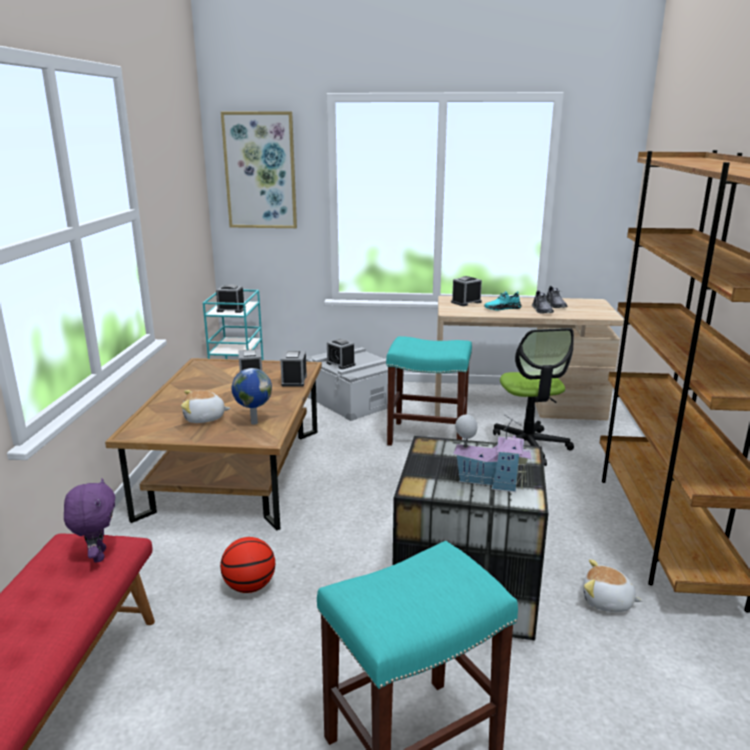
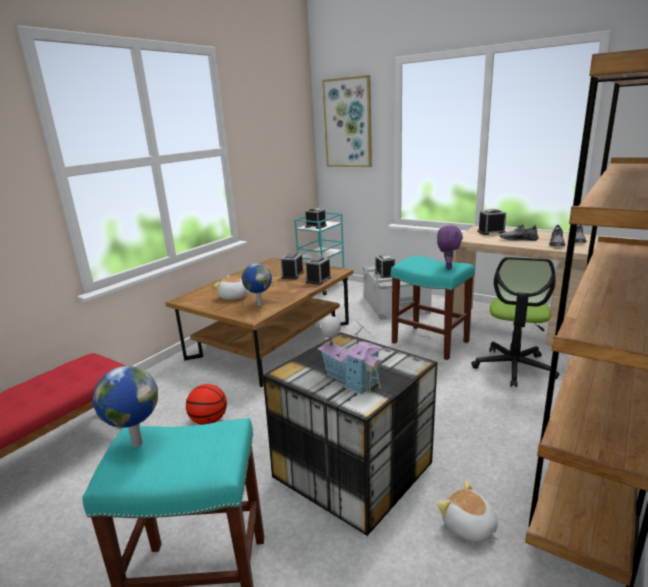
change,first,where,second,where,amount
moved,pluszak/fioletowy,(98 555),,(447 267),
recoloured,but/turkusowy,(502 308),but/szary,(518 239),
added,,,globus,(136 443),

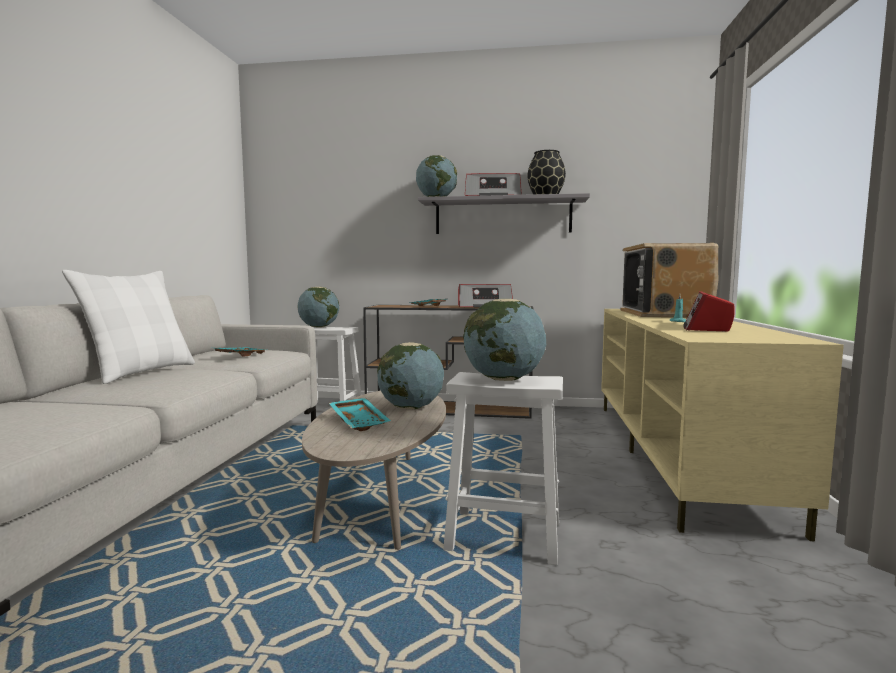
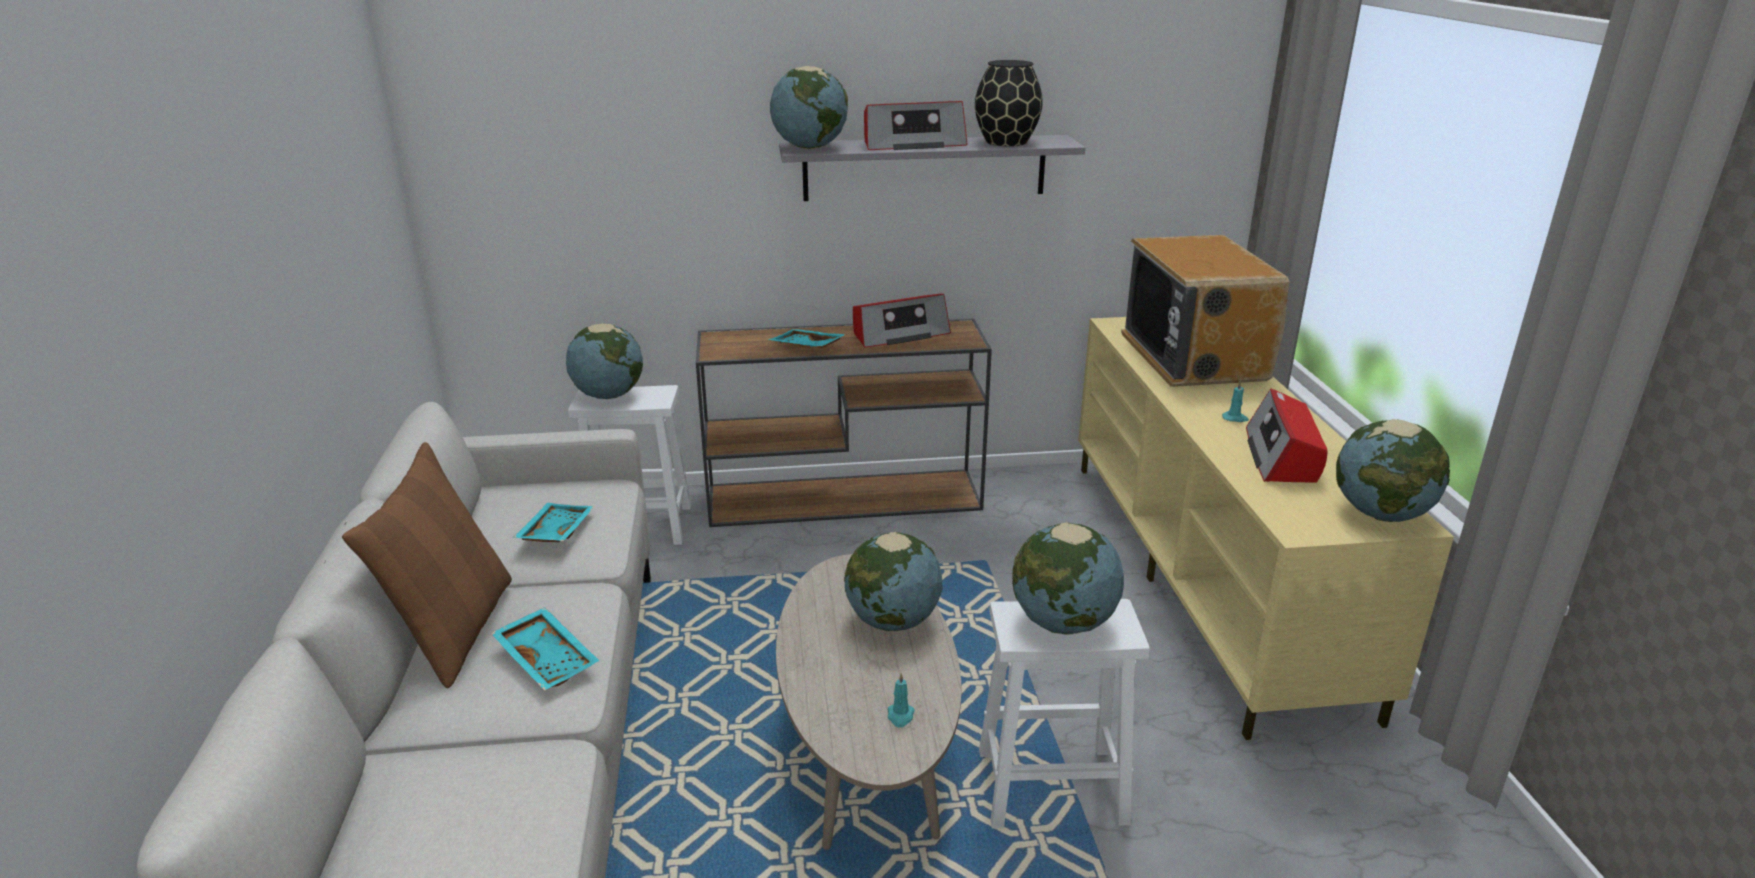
change,first,where,second,where,amount
recoloured,poduszka/biały,(140 372),poduszka/brązowy,(455 630),
moved,taca/turkusowy,(360 422),,(548 658),
added,,,świeca/turkusowy,(900 716),
added,,,globus,(1381 514),

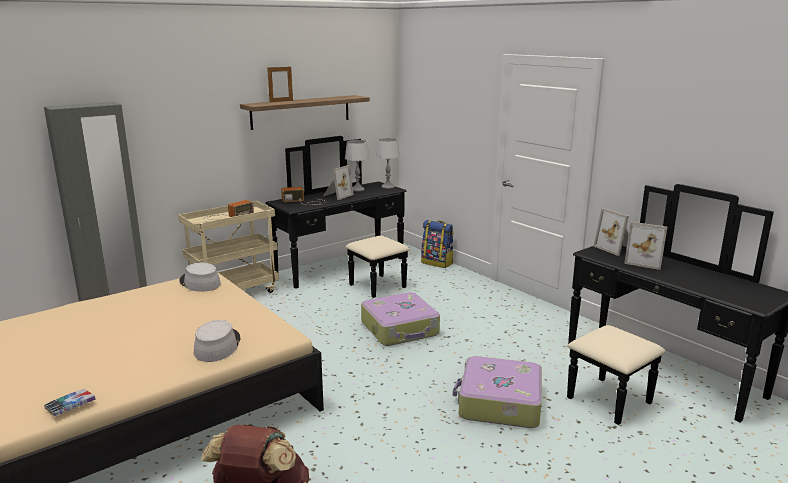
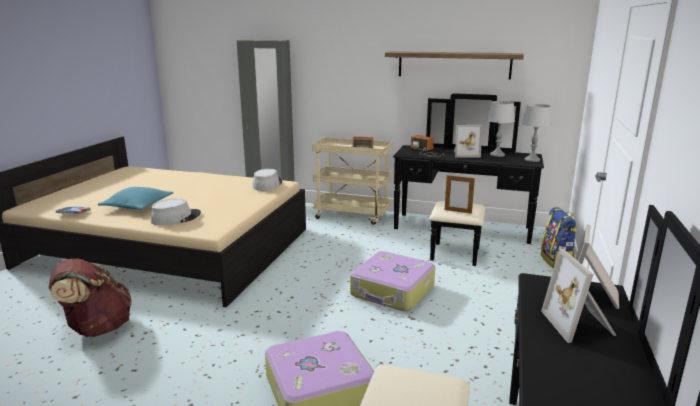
change,first,where,second,where,amount
moved,ramka na zdjęcie,(281 101),,(458 211),
added,,,poduszka/turkusowy,(138 206),

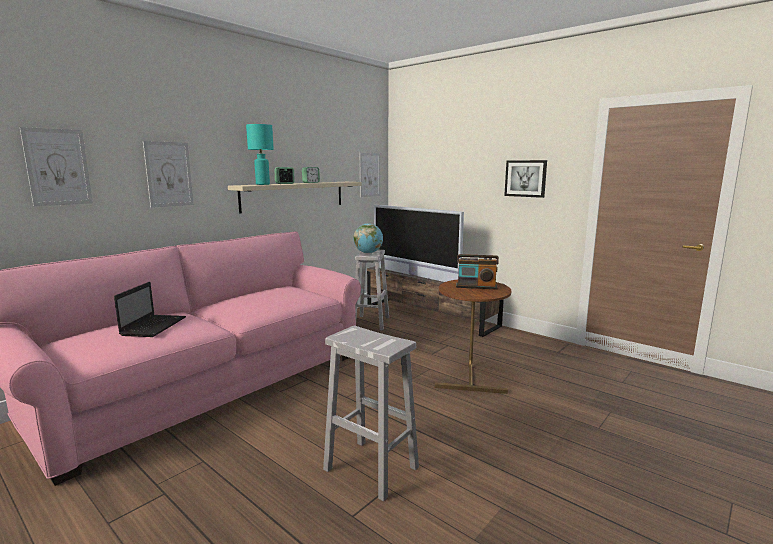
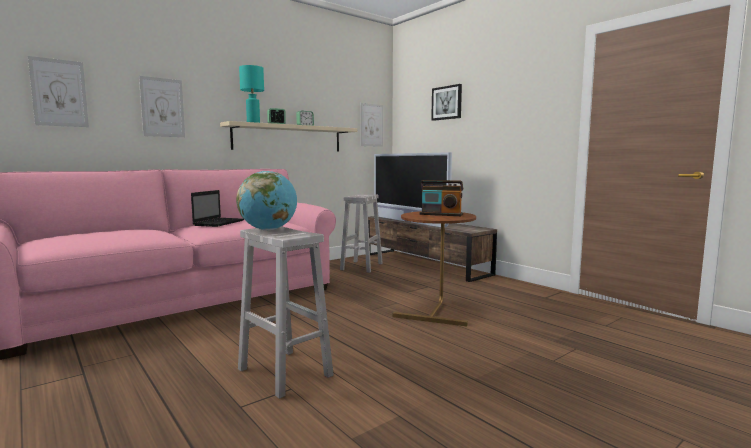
change,first,where,second,where,amount
moved,laptop,(154 326),,(219 223),
moved,globus,(368 253),,(268 230),
moved,obraz,(525 178),,(447 103),

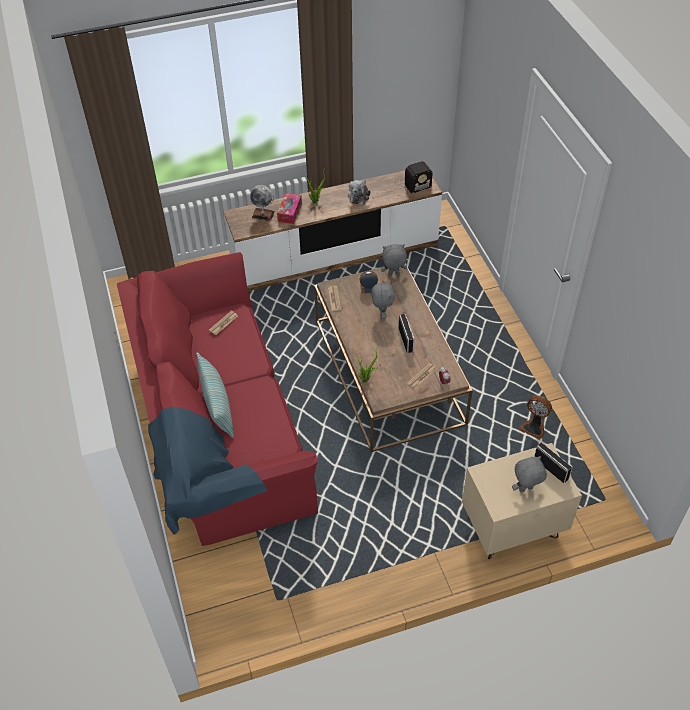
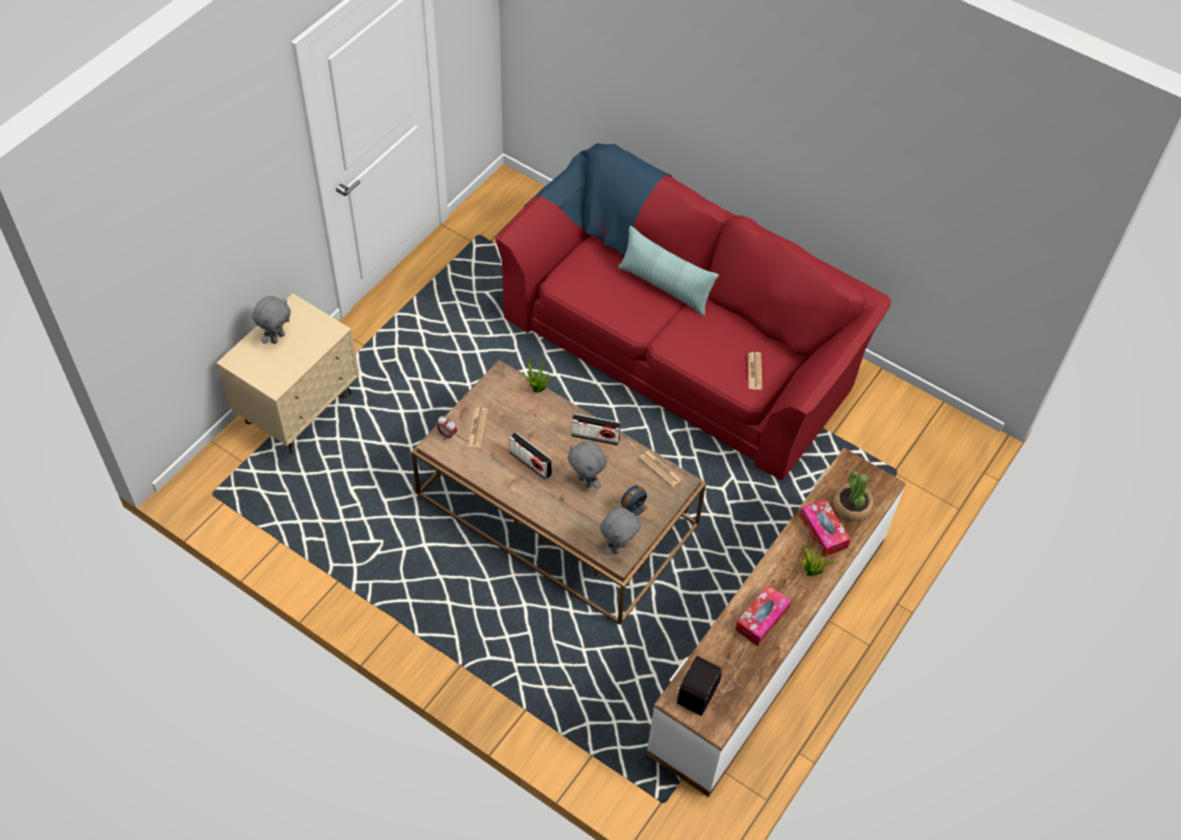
change,first,where,second,where,amount
replaced,globus,(263 214),roślina doniczkowa,(851 507),
replaced,pluszak,(359 196),pudełko chusteczek,(762 619),
removed,wentylator,(534 427),,,
moved,radio,(551 468),,(595 437),

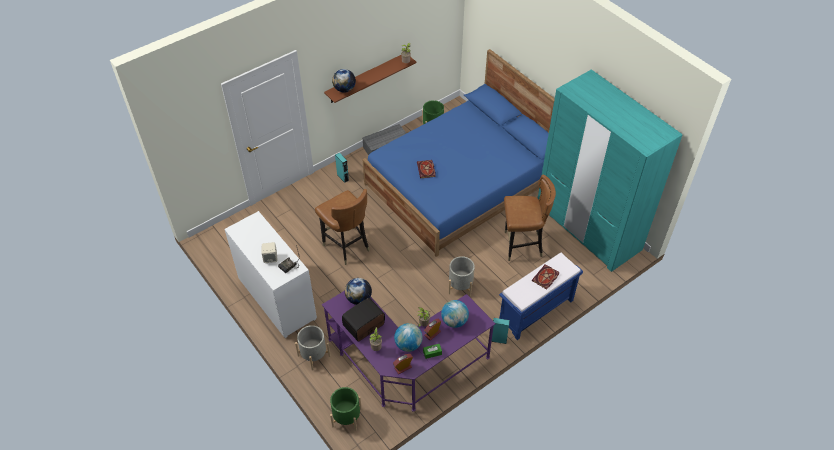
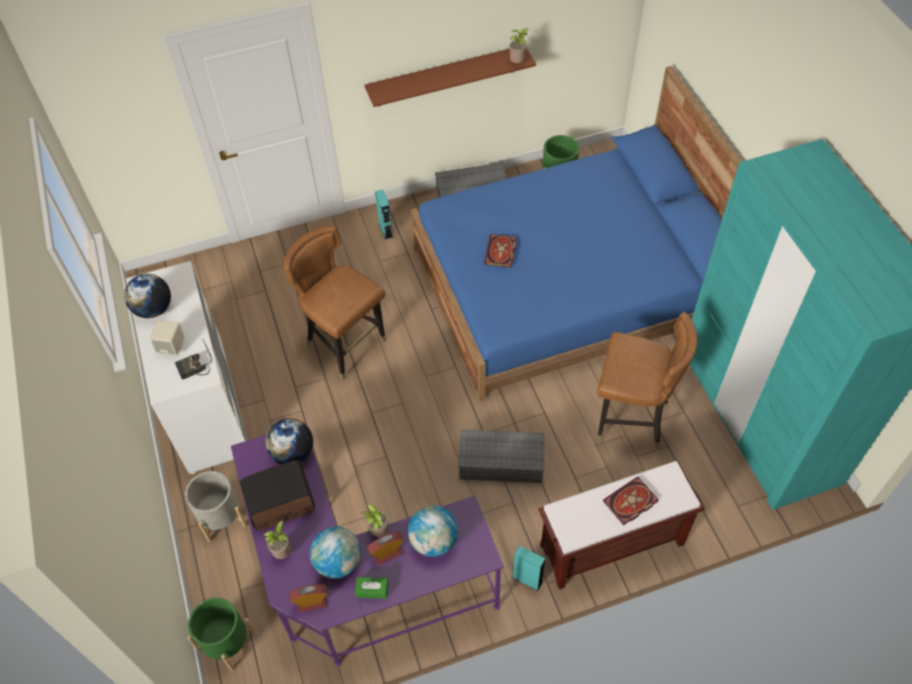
change,first,where,second,where,amount
turned,krzesło/brązowy,(346 246),,(346 345),150 degrees clockwise
moved,globus,(344 89),,(154 309),
replaced,donica/szary,(460 286),pojemnik do przechowywania/szary,(500 463),
recoloured,ławka/niebieski,(535 311),ławka/brązowy,(610 546),

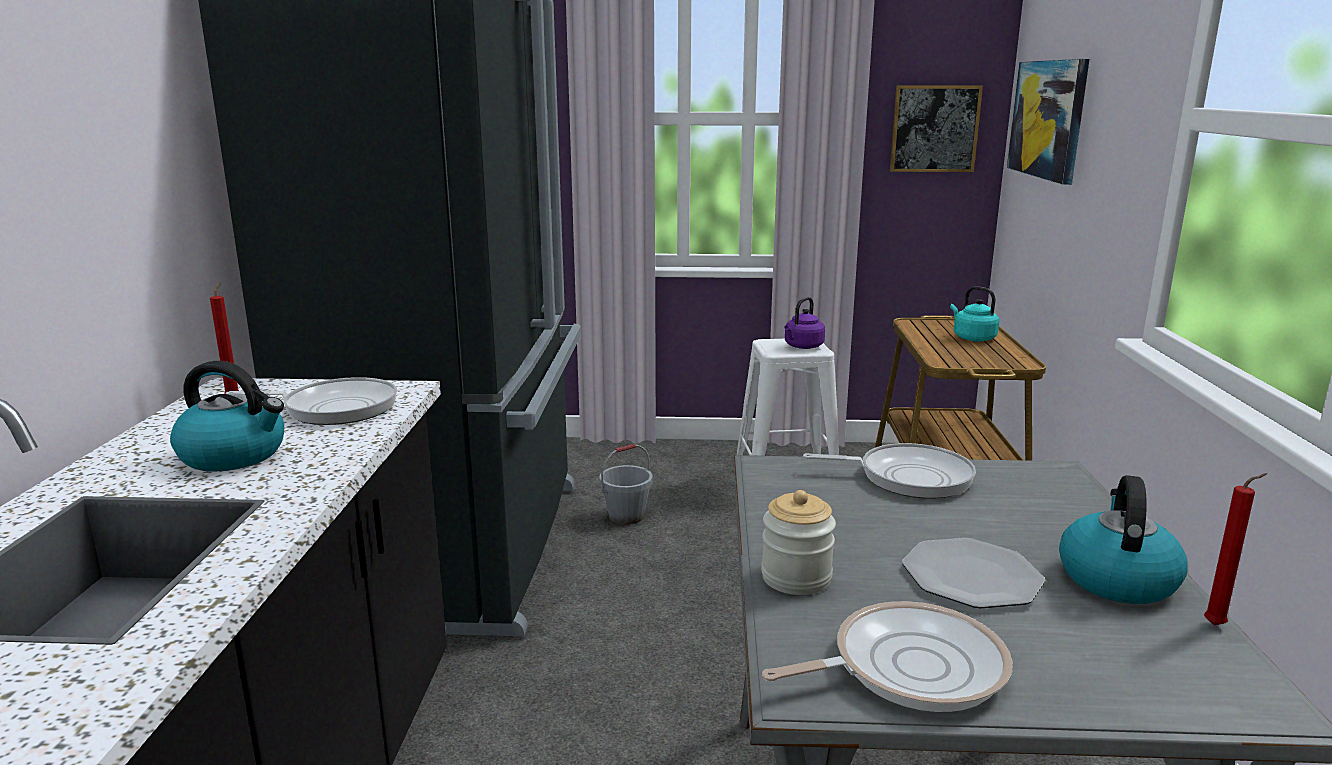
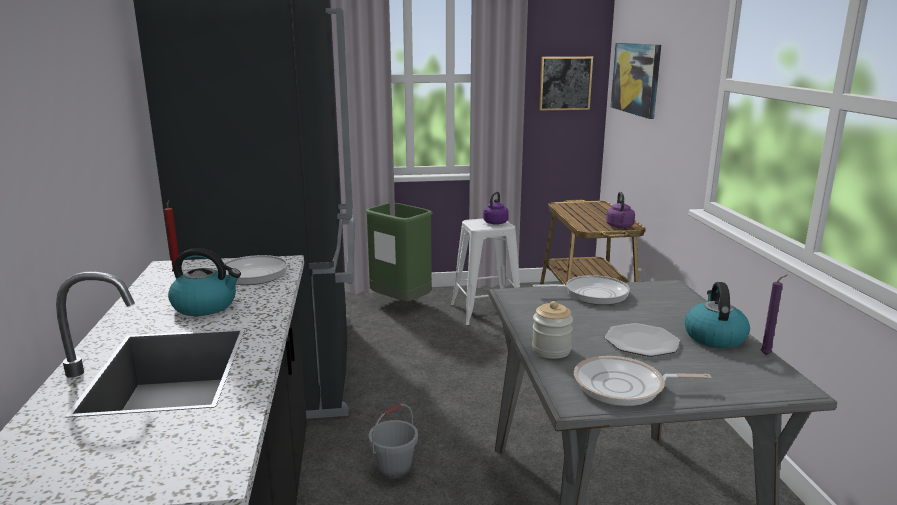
change,first,where,second,where,amount
moved,wiadro/szary,(626 516),,(394 469),
turned,patelnia,(908 667),,(624 387),150 degrees counterclockwise
removed,czajnik/turkusowy,(972 338),,,
recoloured,świeca/czerwony,(1218 625),świeca/fioletowy,(767 354),
added,,,kosz na śmieci/zielony,(400 303),
added,,,czajnik/fioletowy,(620 226),

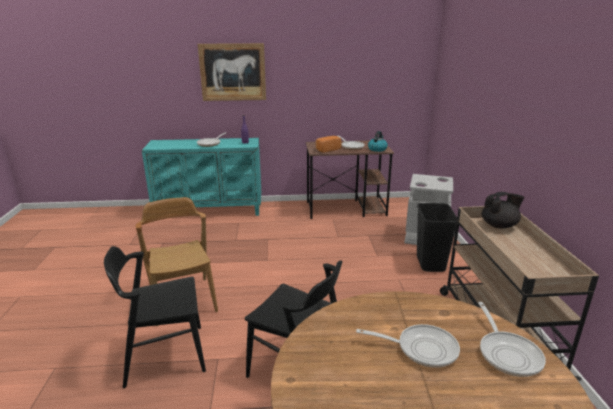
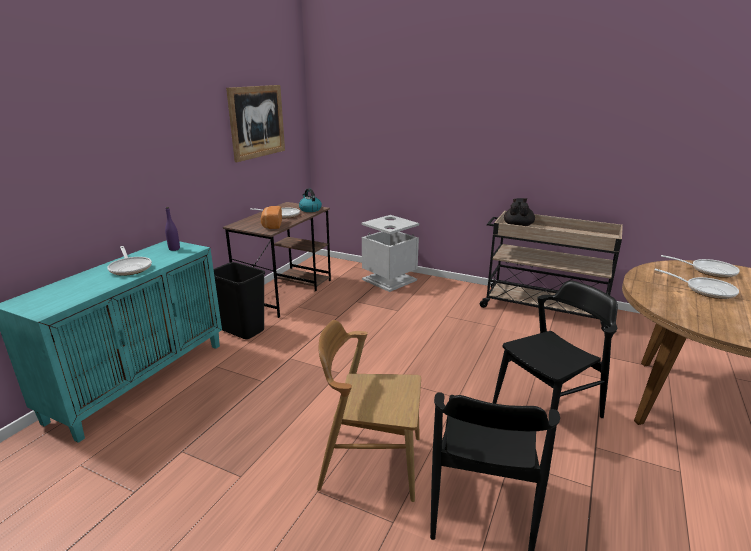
change,first,where,second,where,amount
moved,obraz,(233 72),,(257 122),
turned,patelnia,(421 349),,(705 290),90 degrees clockwise
moved,kosz na śmieci/czarny,(429 263),,(242 331),

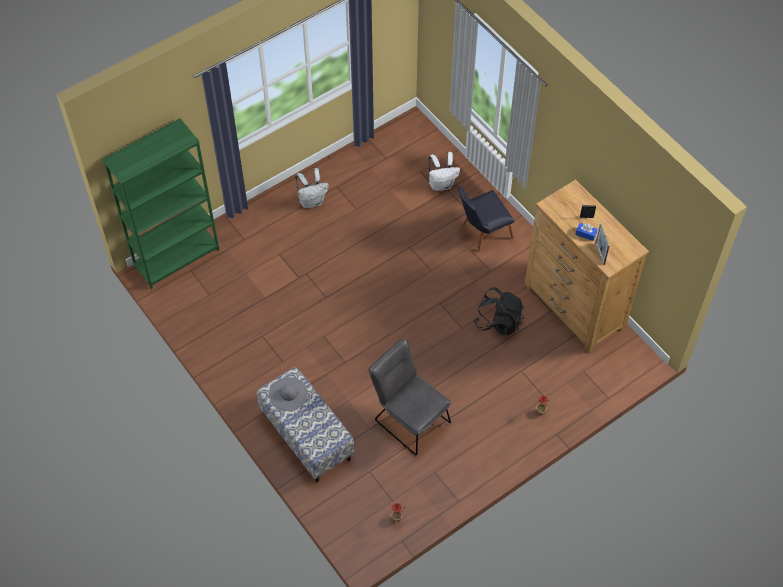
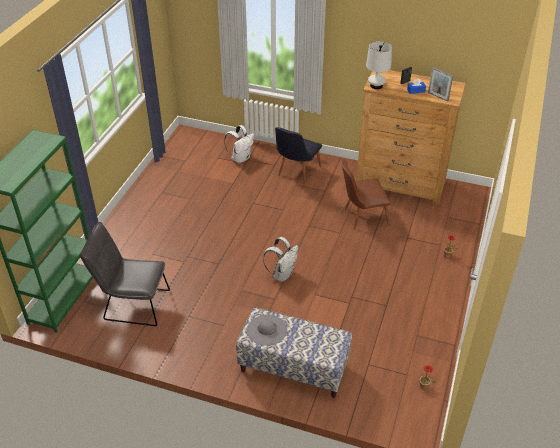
change,first,where,second,where,amount
moved,plecak/biały,(312 201),,(282 274),
moved,krzesło/szary,(408 418),,(132 304),
replaced,plecak/czarny,(498 321),krzesło/brązowy,(361 216),
added,,,lampa stołowa/biały,(376 85),

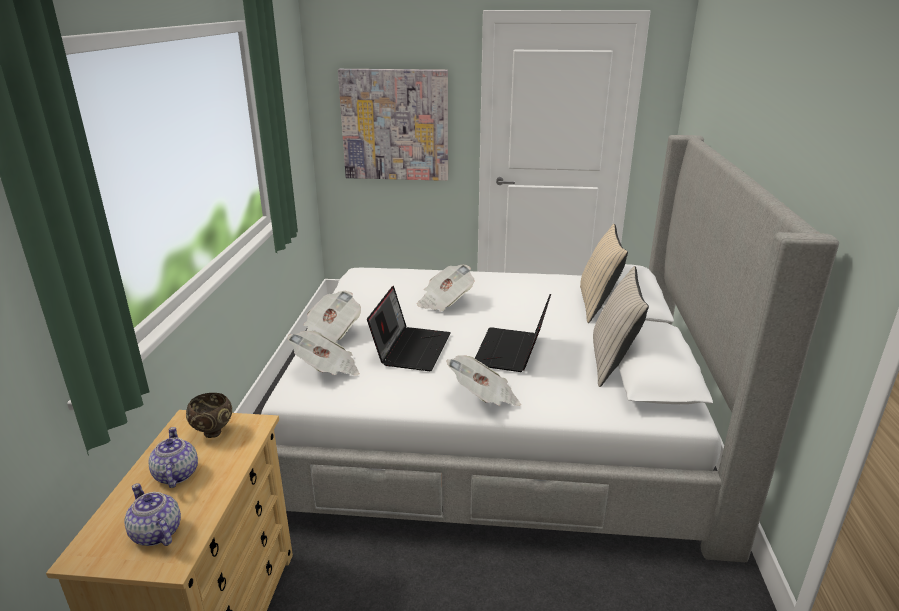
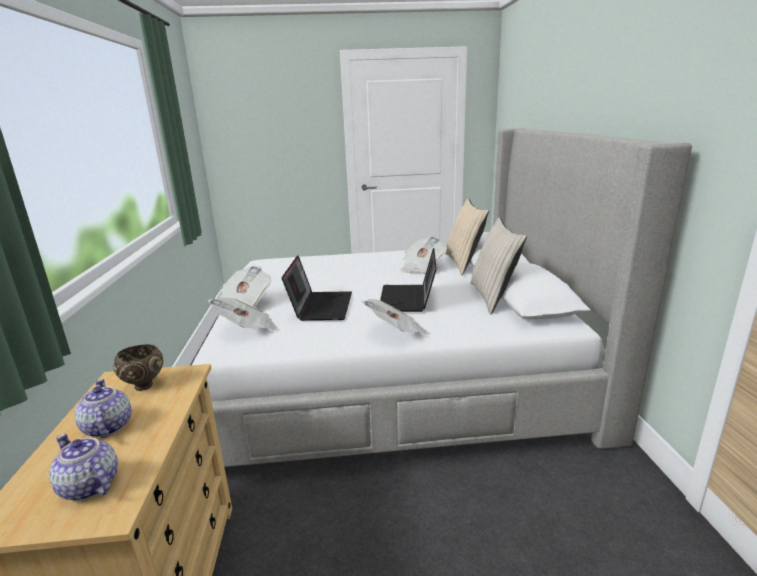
change,first,where,second,where,amount
removed,obraz,(395 125),,,
moved,gazeta,(444 301),,(421 267),

